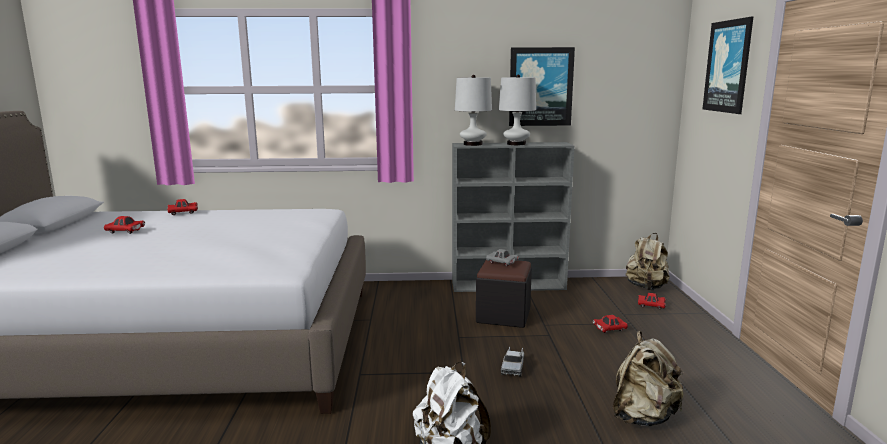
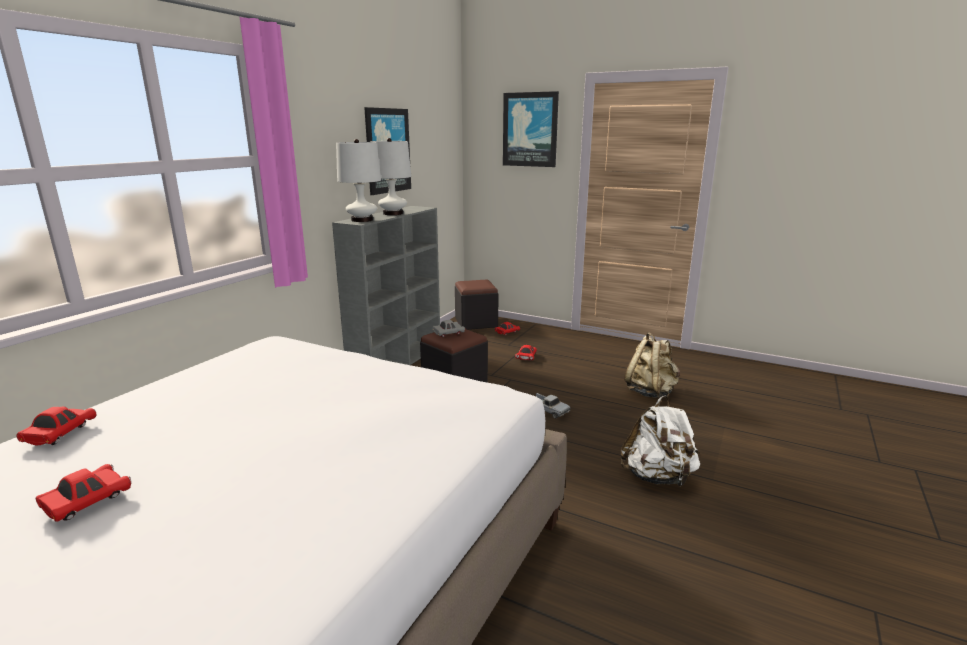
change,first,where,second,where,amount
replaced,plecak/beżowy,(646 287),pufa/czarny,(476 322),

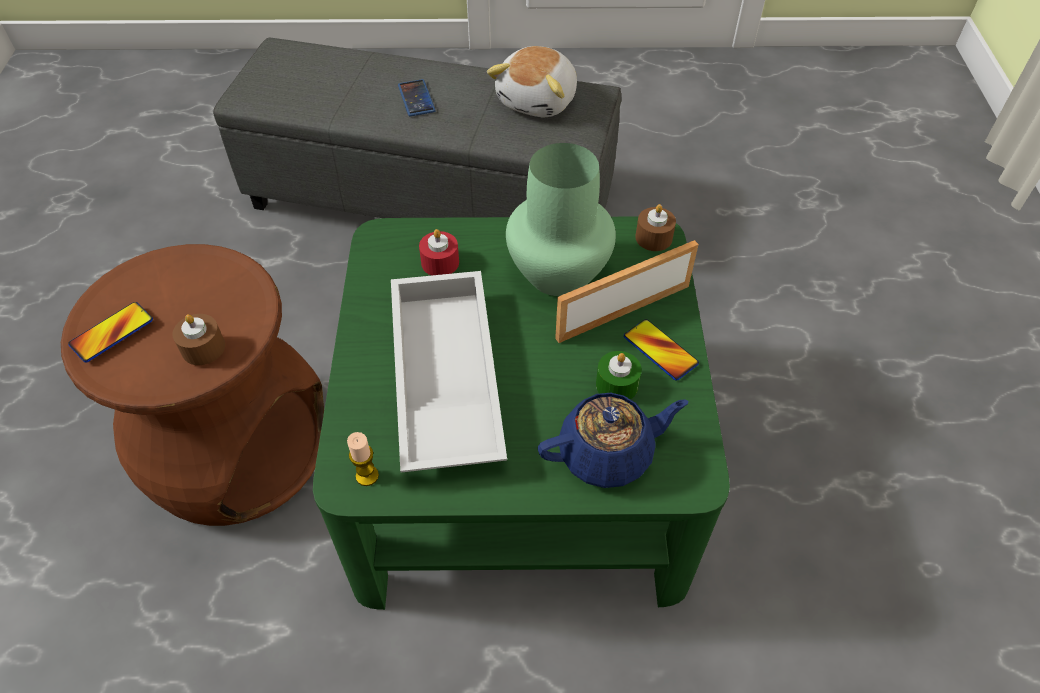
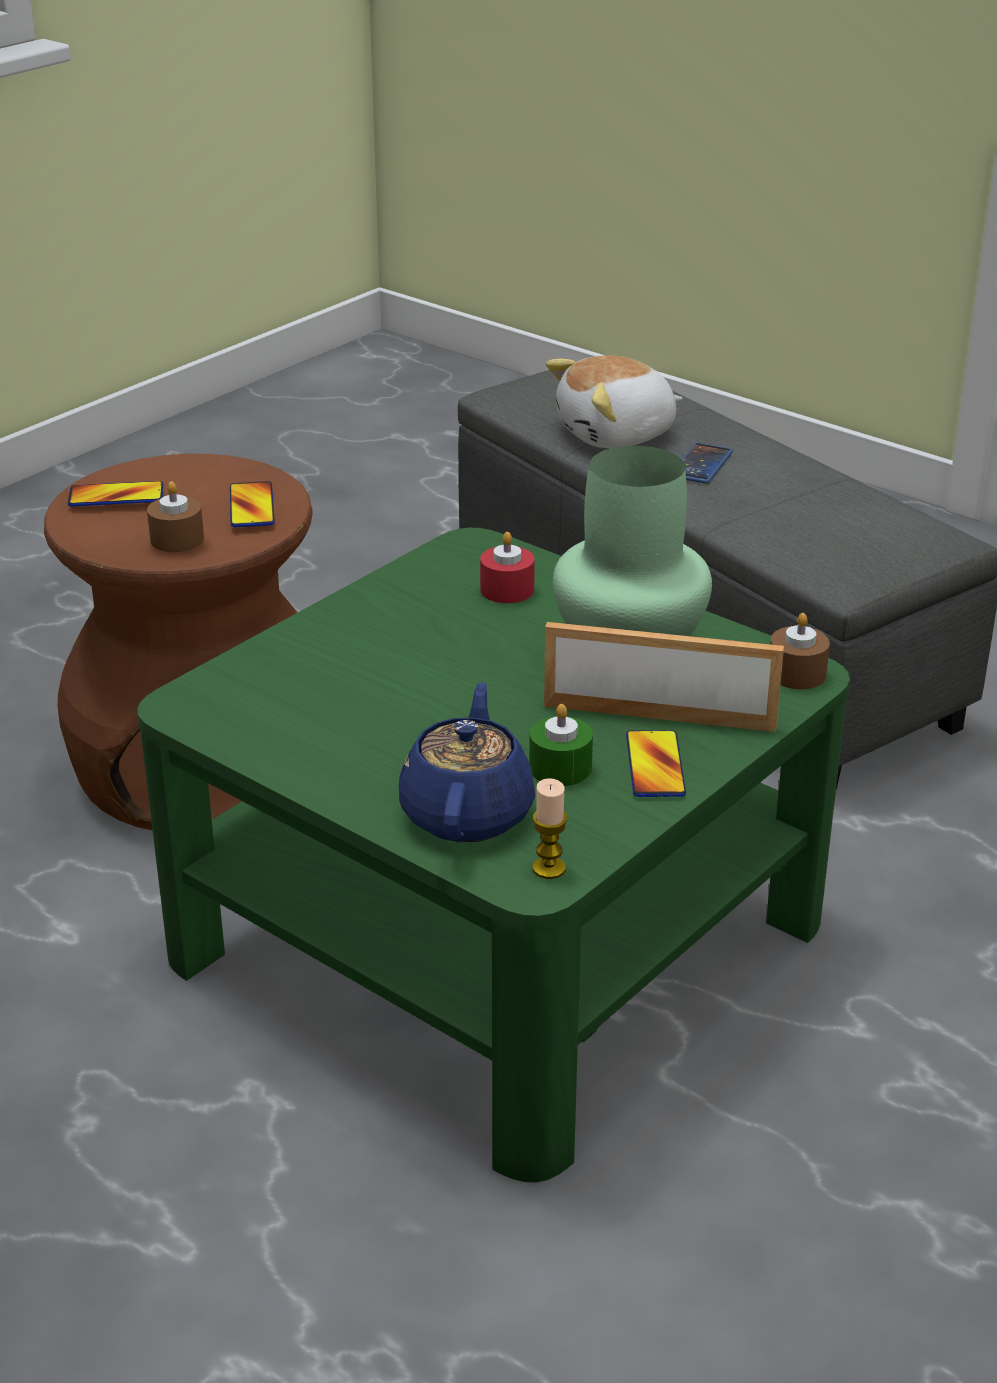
change,first,where,second,where,amount
moved,świeca,(367 476),,(549 868),
removed,taca/biały,(442 379),,,
moved,pluszak,(539 100),,(617 435),
turned,imbryk/niebieski,(607 453),,(467 812),105 degrees counterclockwise
added,,,telefon,(251 506),

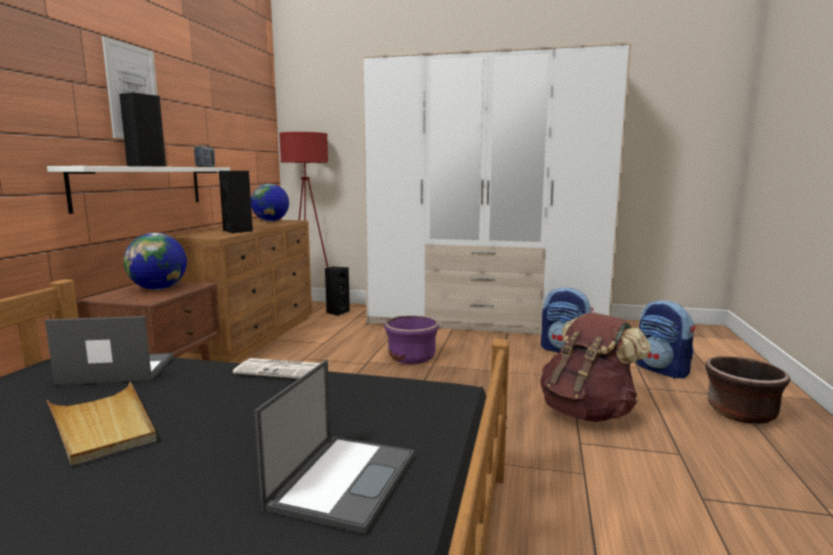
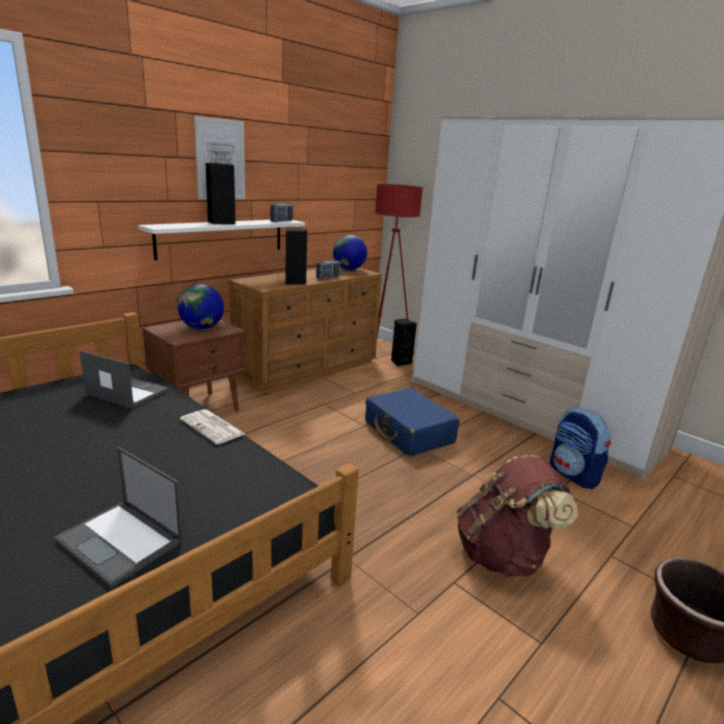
change,first,where,second,where,amount
removed,taca/beżowy,(102 426),,,
turned,laptop,(344 479),,(121 541),75 degrees clockwise
replaced,donica/fioletowy,(411 358),walizka/niebieski,(409 432),
removed,plecak,(662 370),,,
added,,,radio,(328 277),

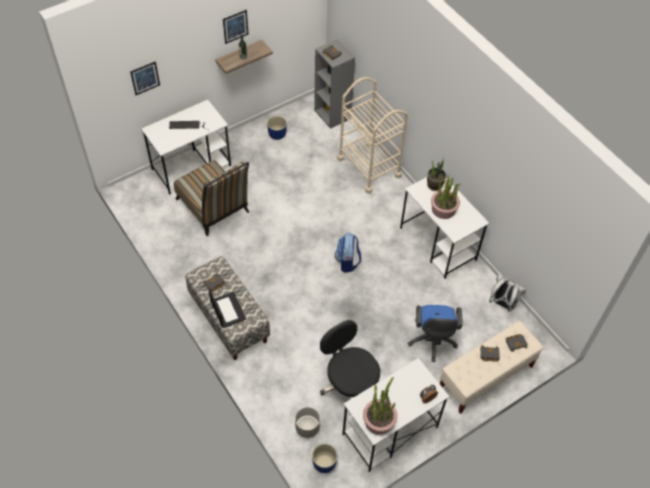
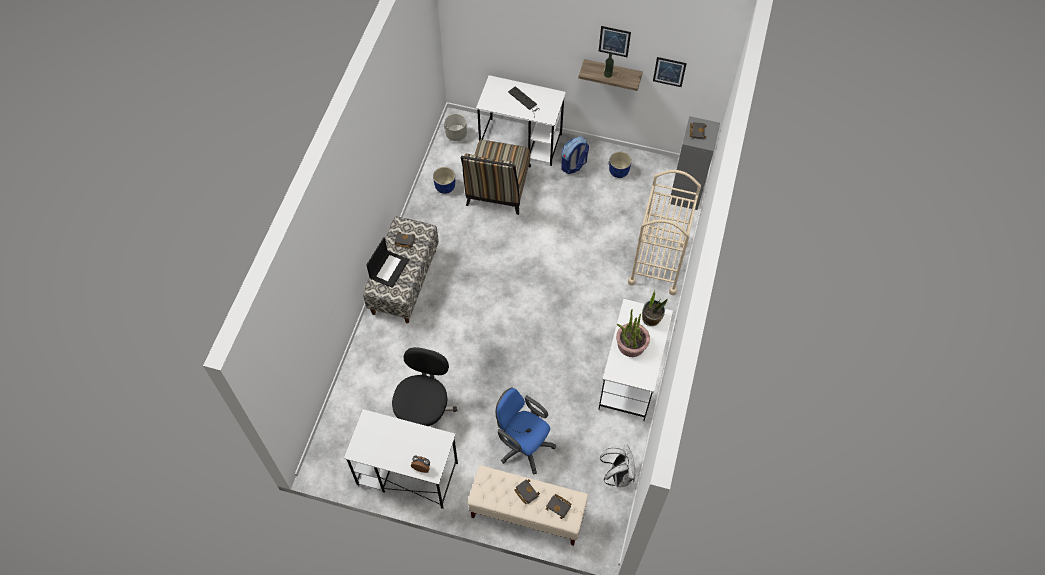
change,first,where,second,where,amount
moved,obraz,(145 78),,(669 71),
moved,donica/szary,(307 427),,(456 134),
moved,donica/niebieski,(324 463),,(445 186),
moved,plecak,(347 262),,(573 165),
removed,roślina doniczkowa,(379 421),,,
turned,krzesło biurowe/niebieski,(432 341),,(523 445),75 degrees clockwise

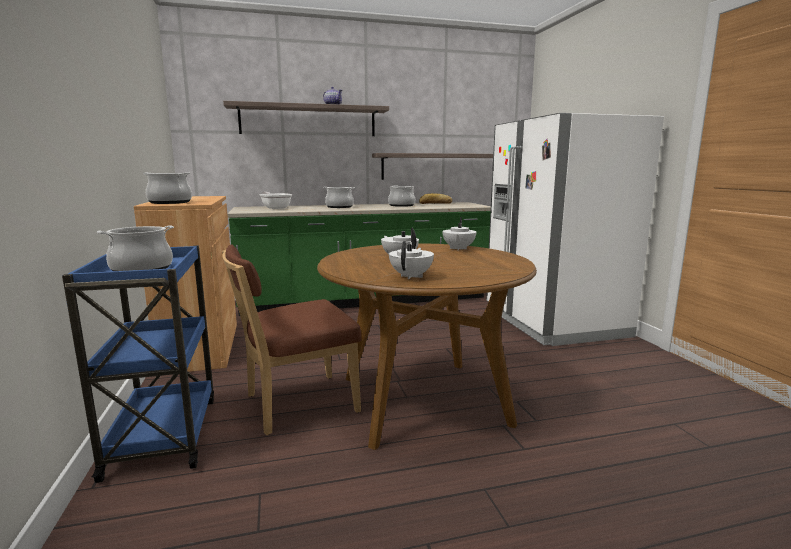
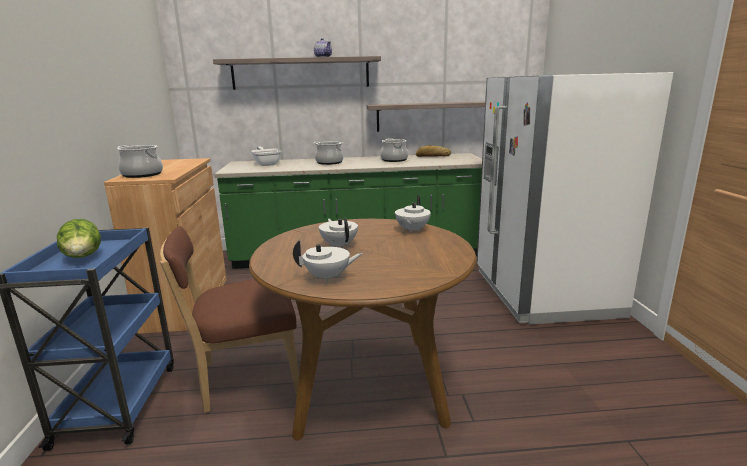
change,first,where,second,where,amount
replaced,garnek,(142 269),sałata,(83 258),
turned,imbryk/biały,(411 276),,(328 277),60 degrees clockwise

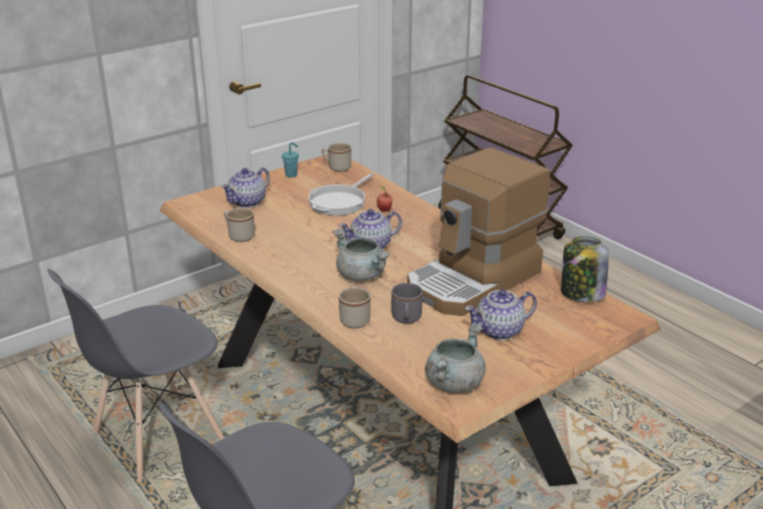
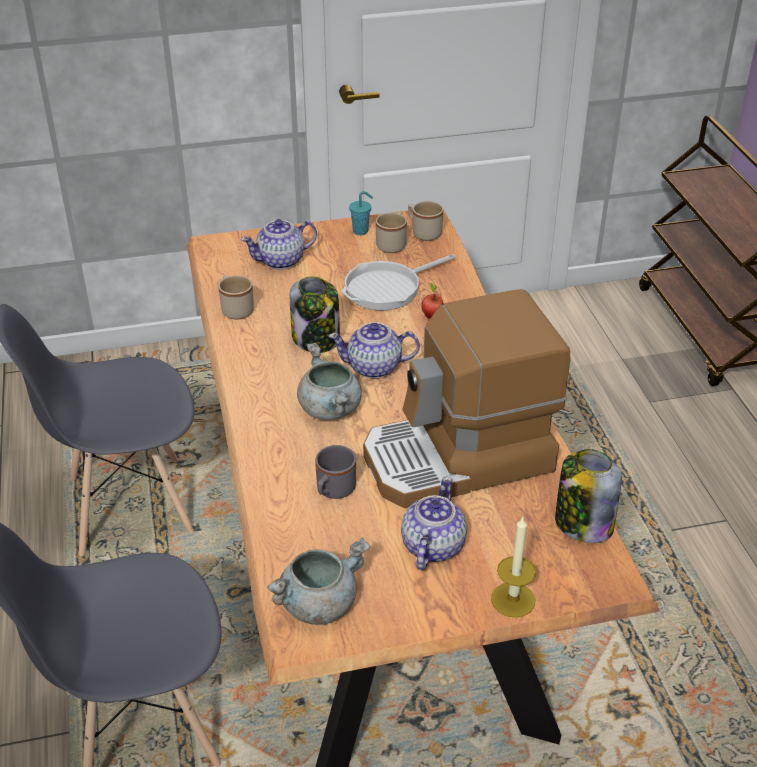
change,first,where,second,where,amount
moved,kubek/beżowy,(355 318),,(393 244),
turned,imbryk,(500 331),,(432 546),105 degrees clockwise
added,,,słoik,(316 339),
added,,,świeca,(513 600),

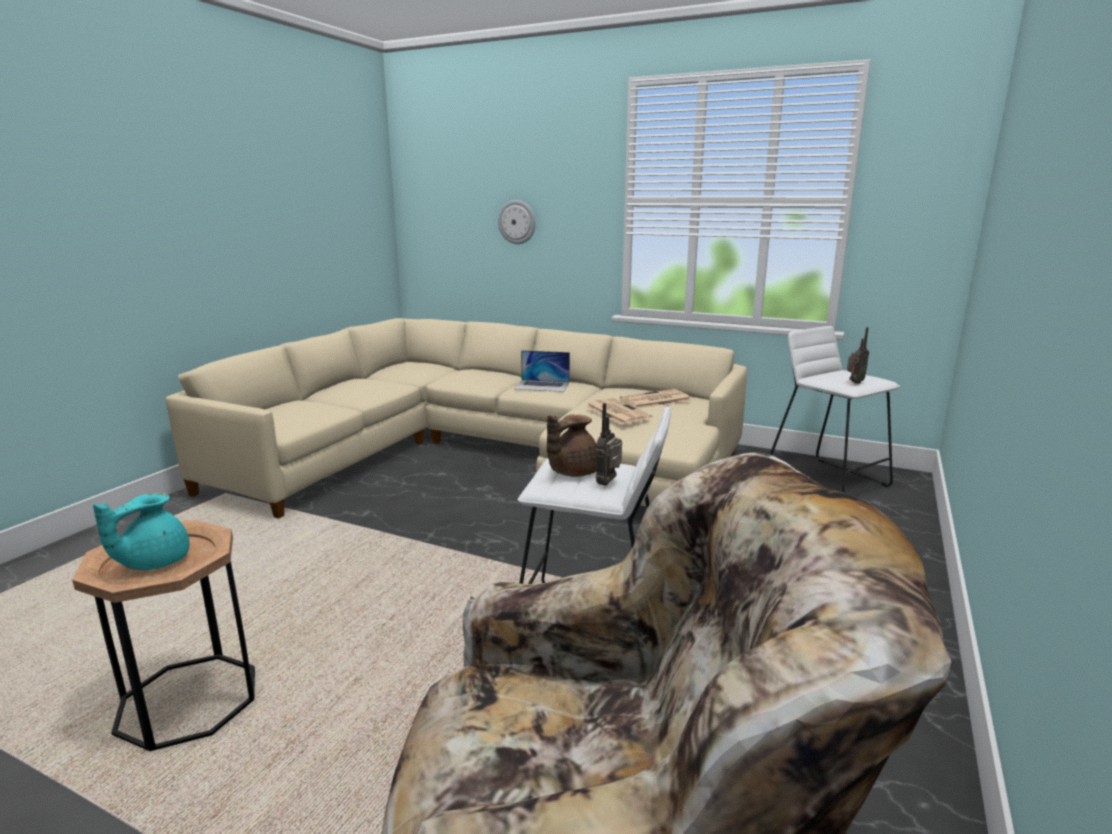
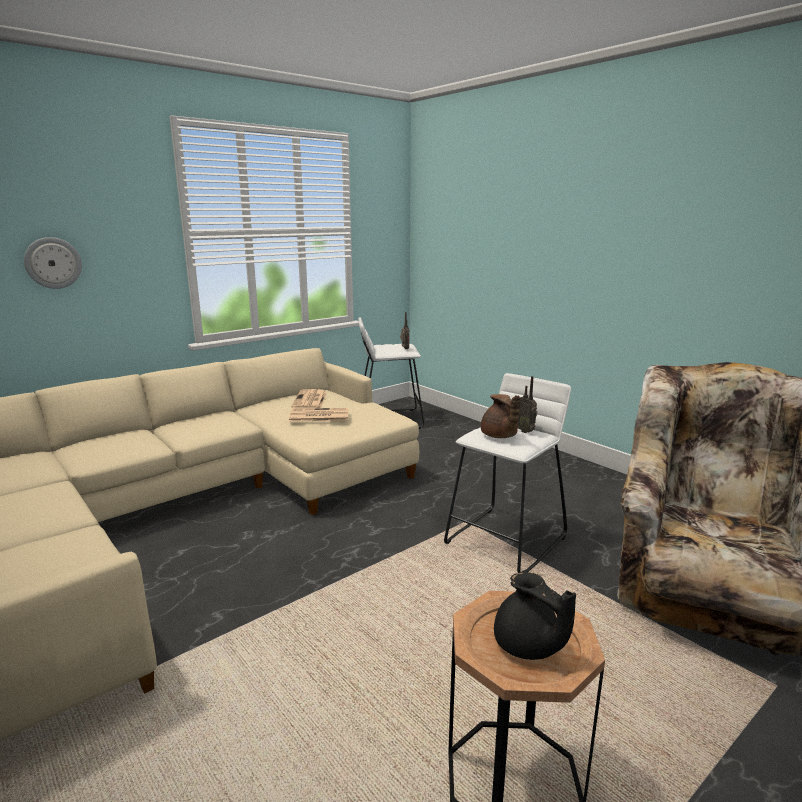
change,first,where,second,where,amount
recoloured,imbryk/turkusowy,(153 562),imbryk/czarny,(528 646),
removed,laptop,(542 386),,,

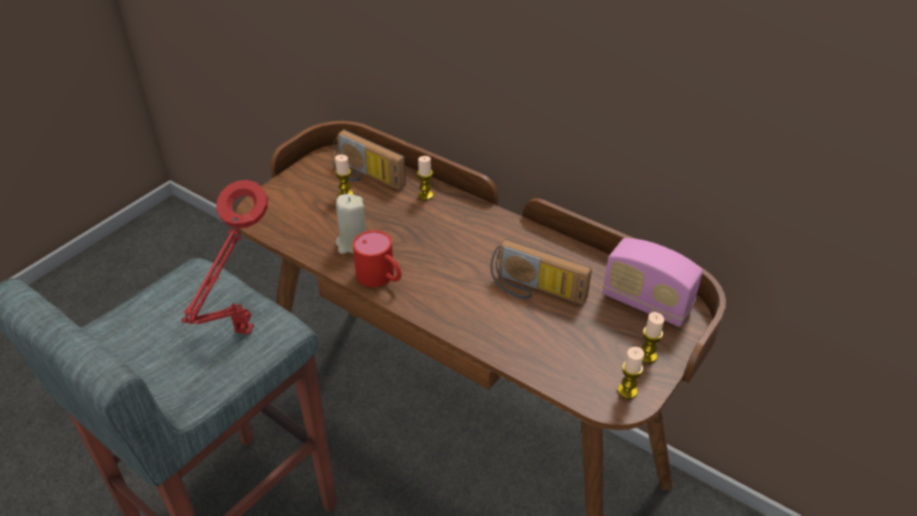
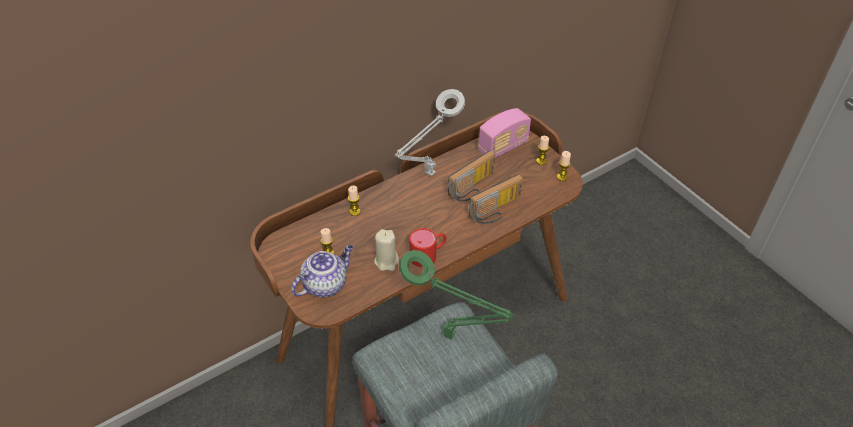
change,first,where,second,where,amount
recoloured,lampa stołowa/czerwony,(243 334),lampa stołowa/zielony,(453 336),
moved,radio,(365 176),,(497 210),
added,,,imbryk,(325 284),
added,,,lampa stołowa/szary,(428 175),

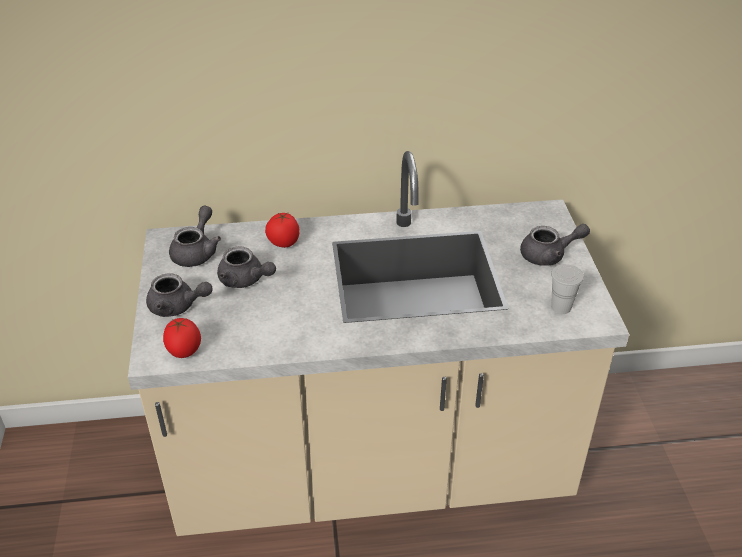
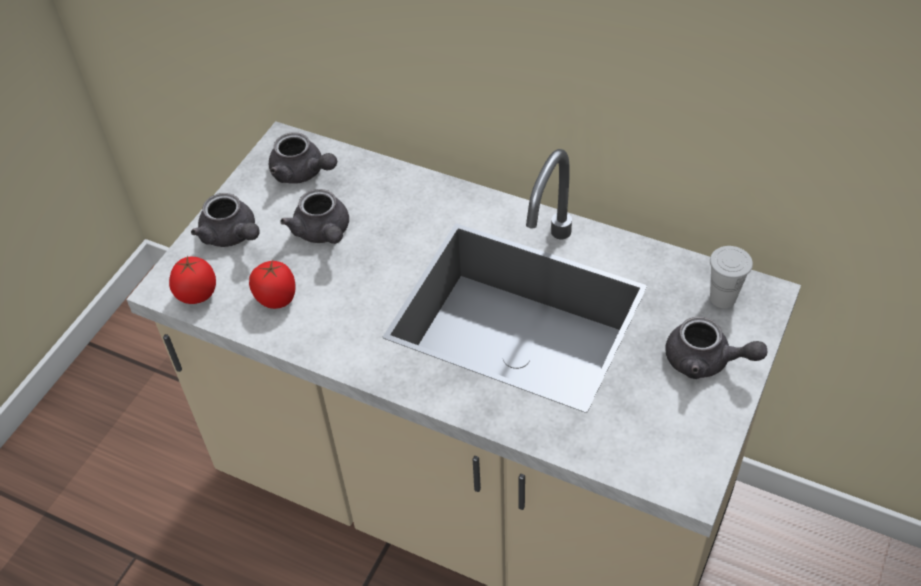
change,first,where,second,where,amount
turned,imbryk/szary,(197 251),,(302 173),75 degrees clockwise
moved,pomidor,(283 243),,(276 299),
moved,filiżanka/biały,(561 307),,(722 298),

